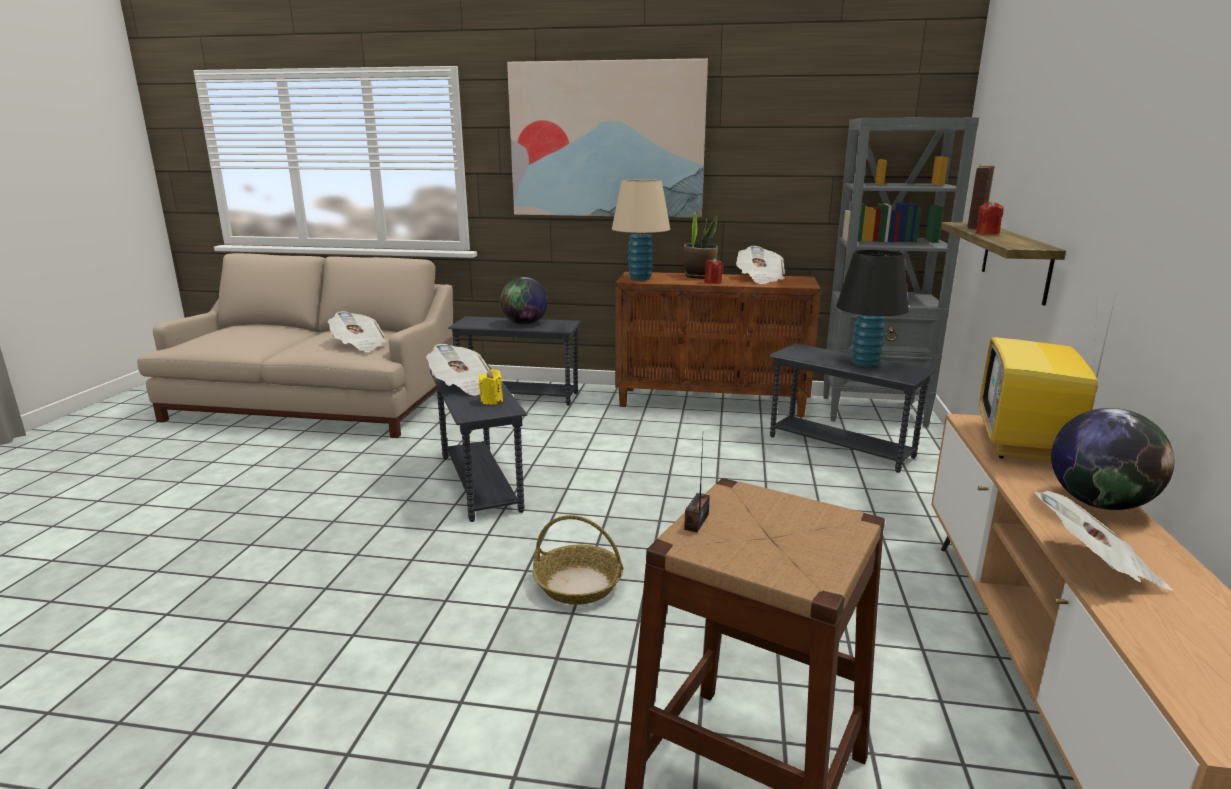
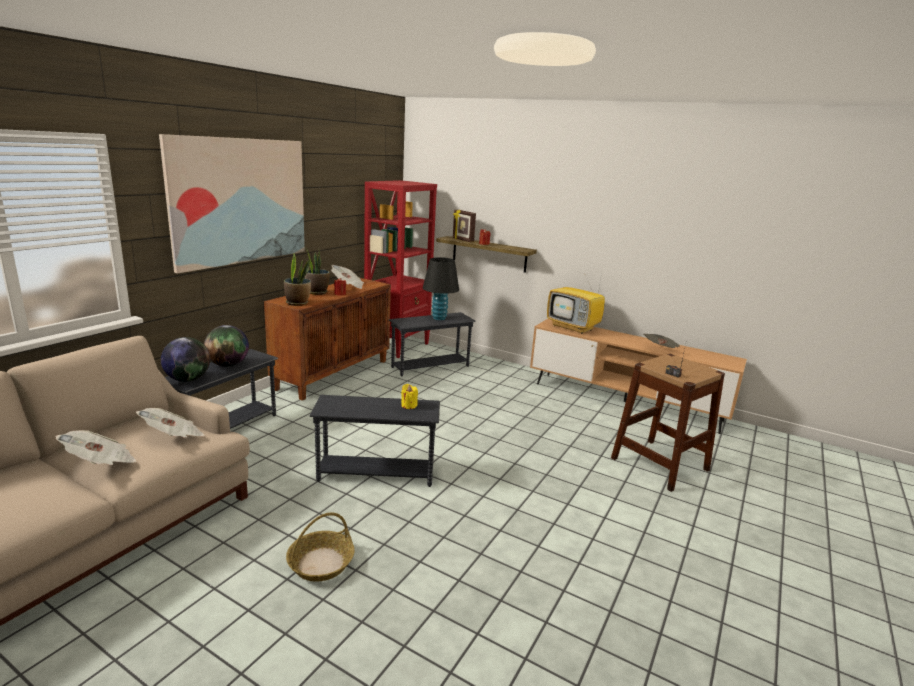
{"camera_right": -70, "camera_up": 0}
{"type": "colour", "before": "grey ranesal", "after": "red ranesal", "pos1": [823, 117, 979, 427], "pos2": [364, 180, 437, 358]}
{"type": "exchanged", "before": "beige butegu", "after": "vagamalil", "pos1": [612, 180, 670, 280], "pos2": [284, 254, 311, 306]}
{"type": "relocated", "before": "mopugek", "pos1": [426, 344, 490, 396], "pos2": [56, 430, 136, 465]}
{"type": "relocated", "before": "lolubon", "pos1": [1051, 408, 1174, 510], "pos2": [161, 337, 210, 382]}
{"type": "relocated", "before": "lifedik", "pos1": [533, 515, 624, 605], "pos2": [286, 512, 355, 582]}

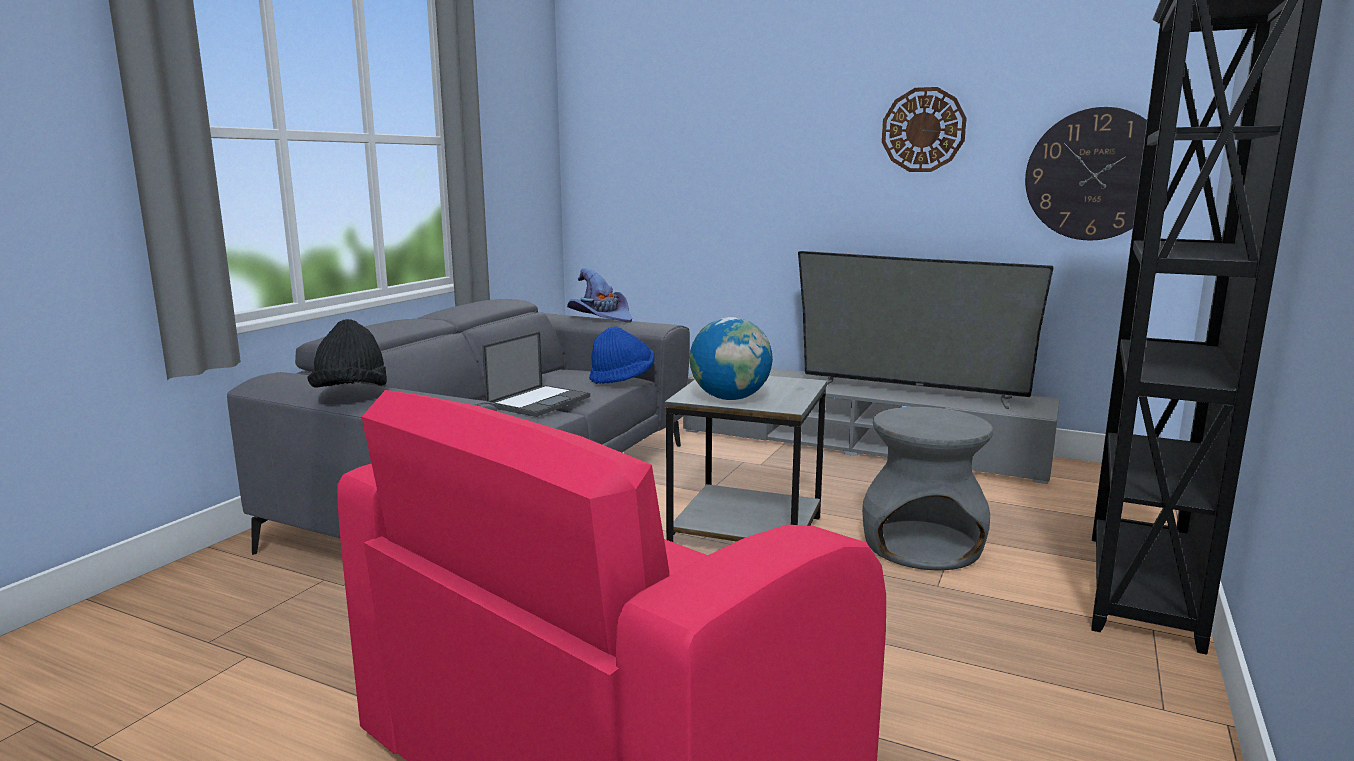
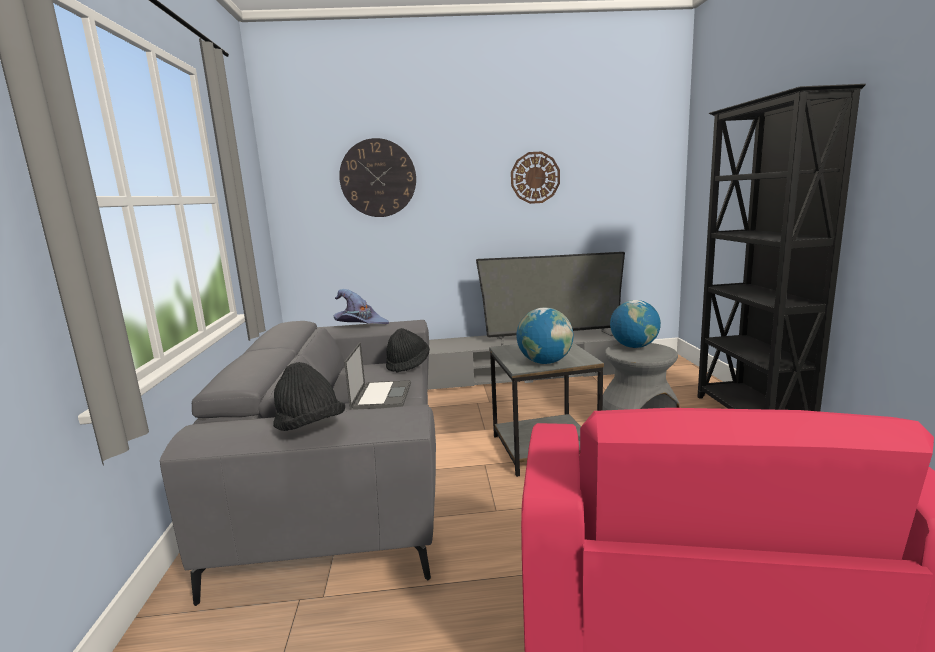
{"camera_right": -30, "camera_up": 0}
{"type": "relocated", "before": "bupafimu", "pos1": [1025, 107, 1170, 240], "pos2": [339, 138, 416, 217]}
{"type": "colour", "before": "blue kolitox", "after": "black kolitox", "pos1": [589, 326, 654, 384], "pos2": [386, 328, 430, 373]}
{"type": "appeared", "after": "lolubon", "pos2": [610, 300, 661, 348]}

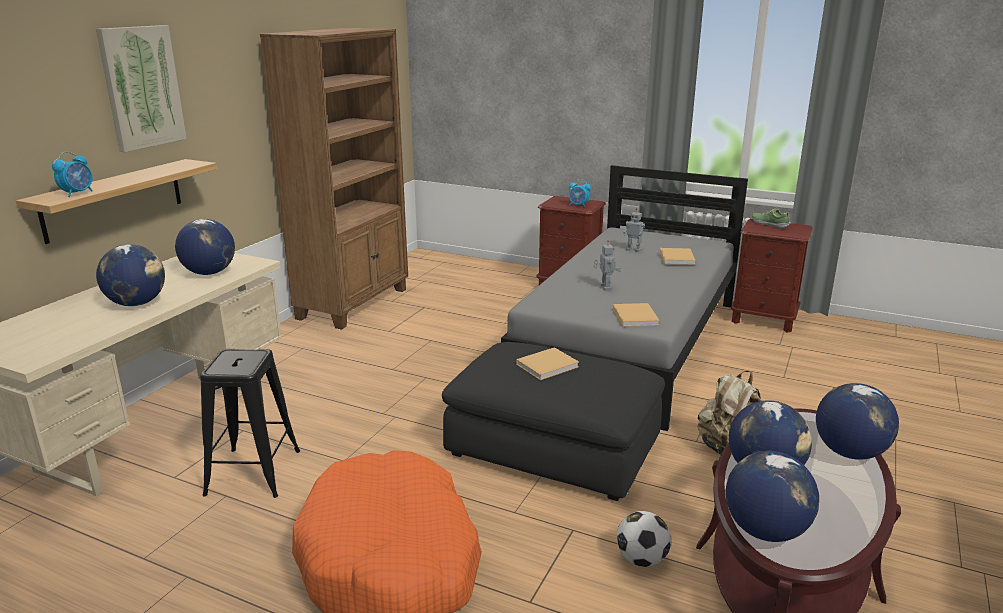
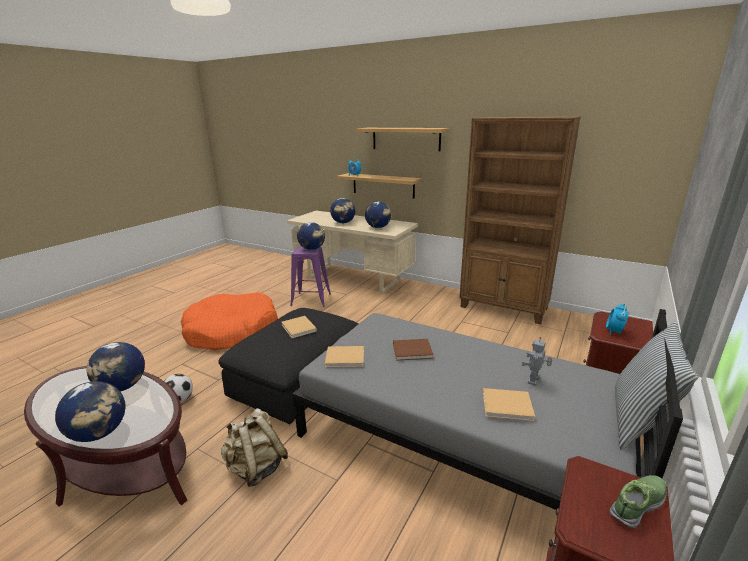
{"camera_right": 95, "camera_up": 0}
{"type": "exchanged", "before": "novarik", "after": "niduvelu", "pos1": [96, 25, 187, 152], "pos2": [356, 128, 449, 151]}
{"type": "exchanged", "before": "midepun", "after": "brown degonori", "pos1": [594, 240, 621, 290], "pos2": [393, 339, 434, 361]}
{"type": "colour", "before": "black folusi", "after": "purple folusi", "pos1": [200, 349, 300, 498], "pos2": [290, 247, 331, 307]}
{"type": "relocated", "before": "lolubon", "pos1": [726, 451, 819, 542], "pos2": [297, 222, 325, 250]}
{"type": "appeared", "after": "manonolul", "pos2": [615, 321, 698, 450]}

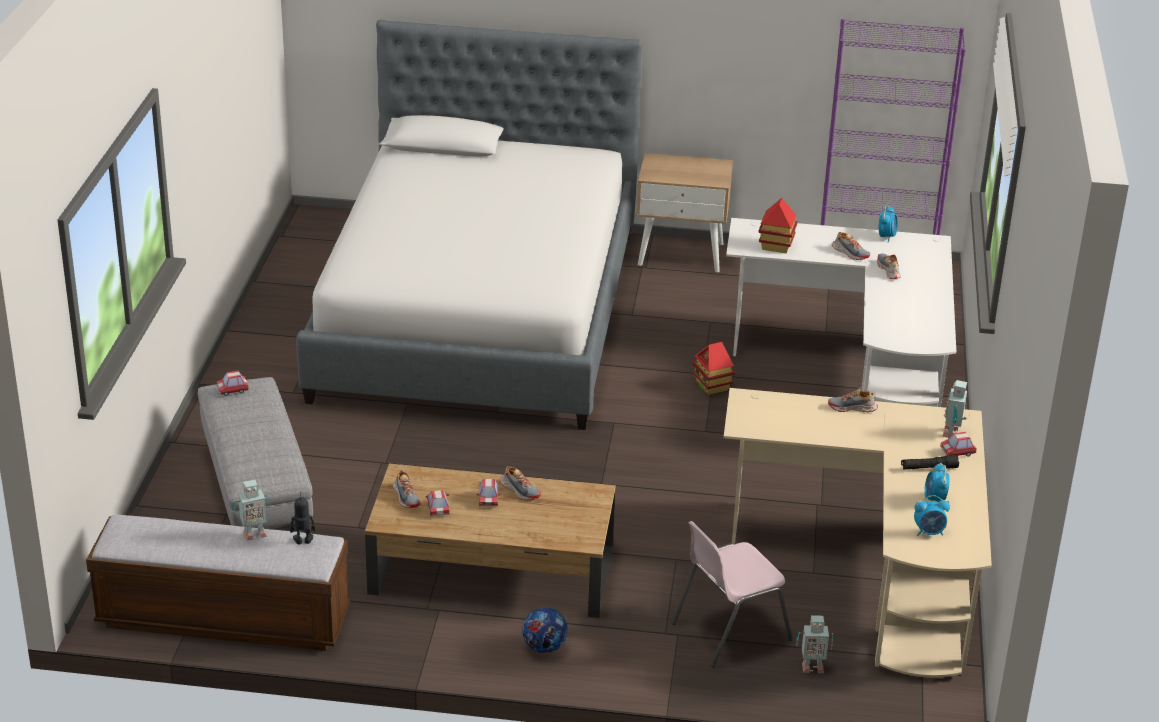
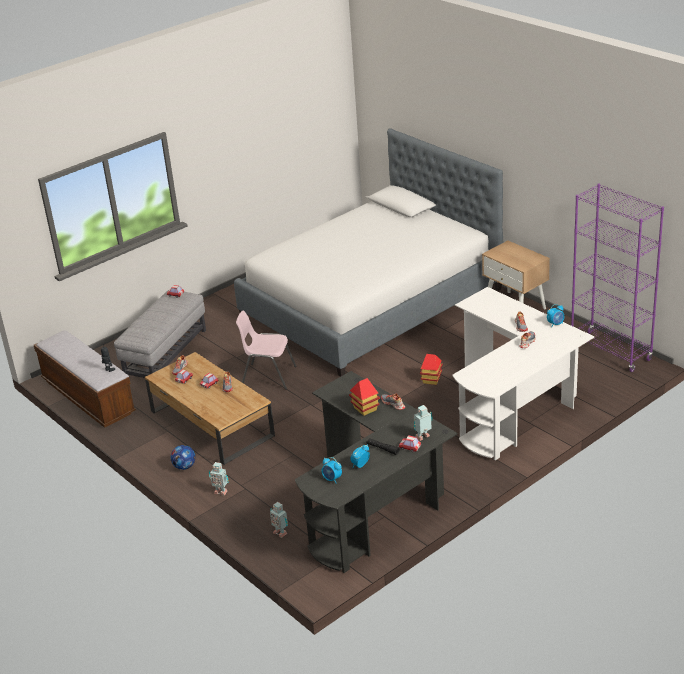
{"camera_right": 45, "camera_up": 0}
{"type": "relocated", "before": "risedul", "pos1": [758, 198, 798, 253], "pos2": [349, 378, 380, 416]}
{"type": "colour", "before": "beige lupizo", "after": "black lupizo", "pos1": [724, 388, 992, 677], "pos2": [295, 371, 457, 573]}
{"type": "relocated", "before": "midepun", "pos1": [233, 480, 270, 541], "pos2": [209, 462, 229, 496]}
{"type": "relocated", "before": "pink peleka", "pos1": [672, 521, 793, 667], "pos2": [236, 310, 296, 390]}

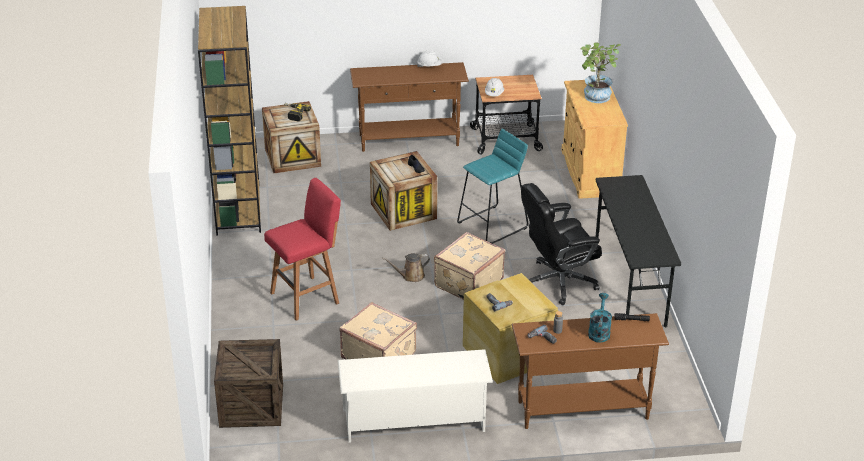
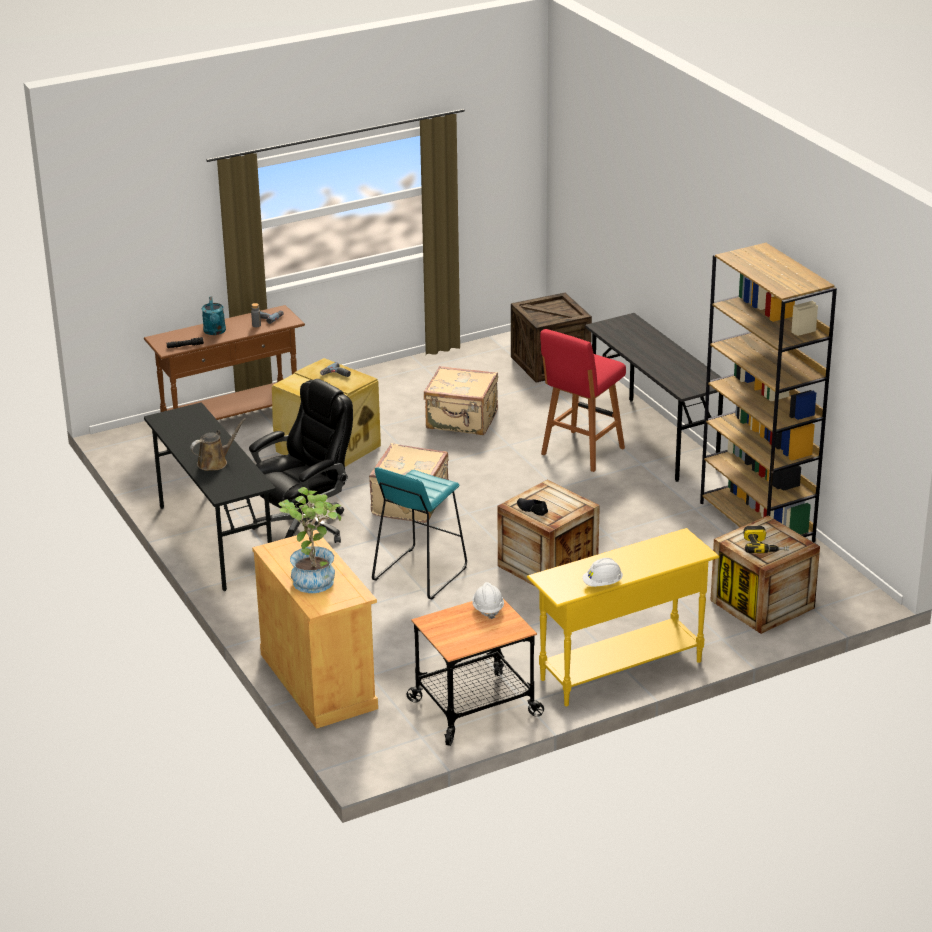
{"camera_right": 160, "camera_up": -5}
{"type": "colour", "before": "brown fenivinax", "after": "yellow fenivinax", "pos1": [350, 62, 469, 152], "pos2": [527, 528, 719, 706]}
{"type": "relocated", "before": "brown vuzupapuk", "pos1": [382, 253, 430, 282], "pos2": [190, 418, 246, 471]}
{"type": "missing", "before": "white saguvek", "pos1": [338, 349, 493, 443]}
{"type": "appeared", "after": "grey lupizo", "pos2": [585, 313, 723, 482]}

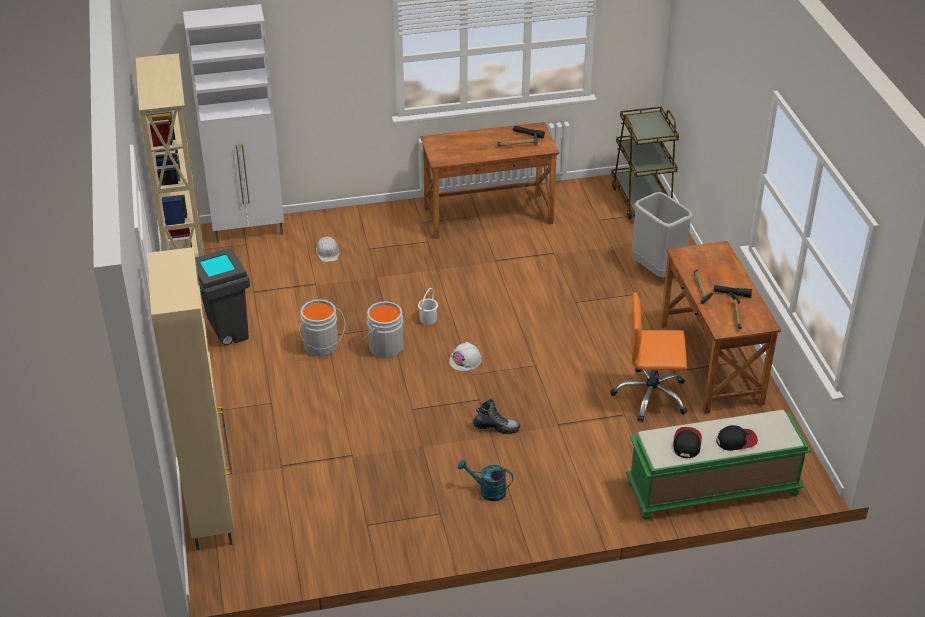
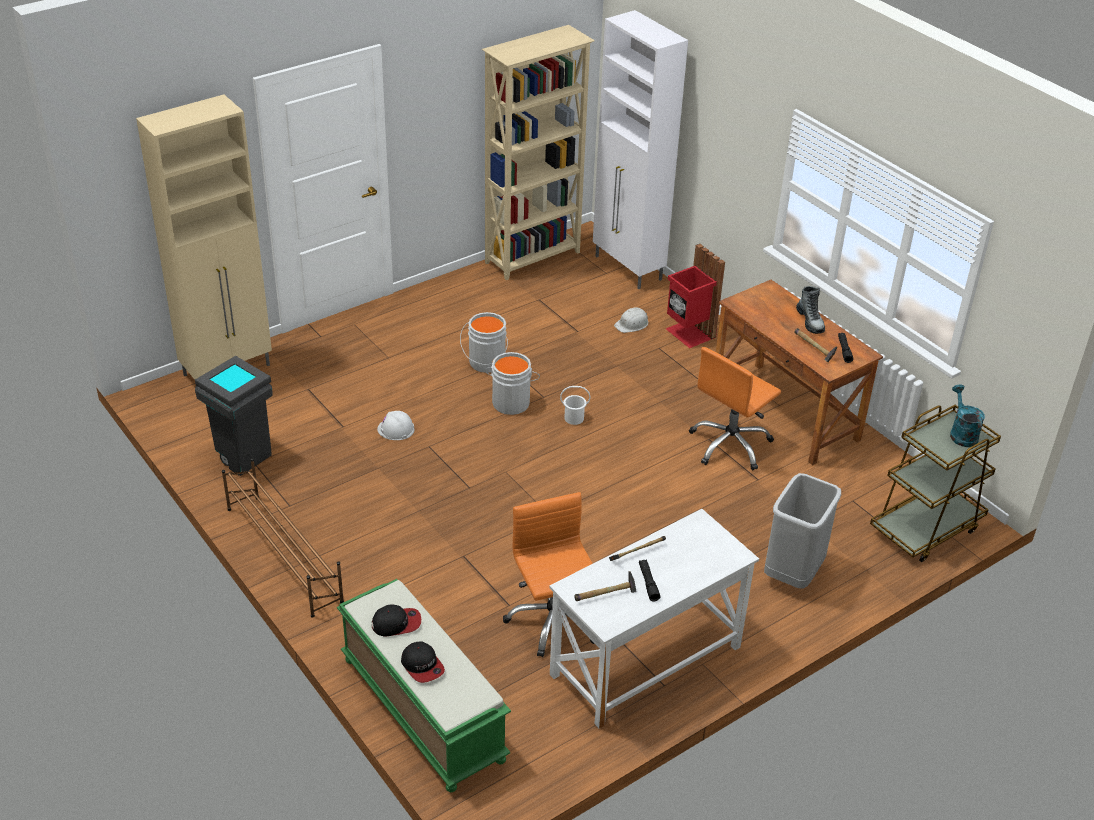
{"camera_right": 65, "camera_up": 0}
{"type": "colour", "before": "brown lupizo", "after": "white lupizo", "pos1": [660, 241, 781, 414], "pos2": [549, 509, 759, 728]}
{"type": "relocated", "before": "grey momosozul", "pos1": [195, 247, 250, 345], "pos2": [195, 356, 273, 476]}
{"type": "relocated", "before": "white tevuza", "pos1": [449, 342, 482, 371], "pos2": [377, 411, 414, 440]}
{"type": "relocated", "before": "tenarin", "pos1": [473, 399, 520, 434], "pos2": [796, 286, 825, 334]}
{"type": "relocated", "before": "turquoise vuzupapuk", "pos1": [458, 460, 513, 501], "pos2": [950, 385, 985, 447]}
{"type": "appeared", "after": "red momosozul", "pos2": [666, 244, 725, 348]}
{"type": "appeared", "after": "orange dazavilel", "pos2": [689, 347, 781, 470]}
{"type": "appeared", "after": "brown saguvek", "pos2": [222, 458, 344, 618]}

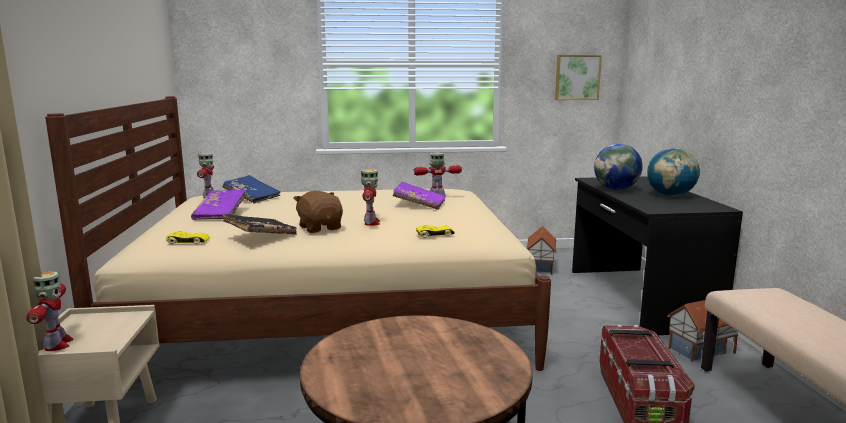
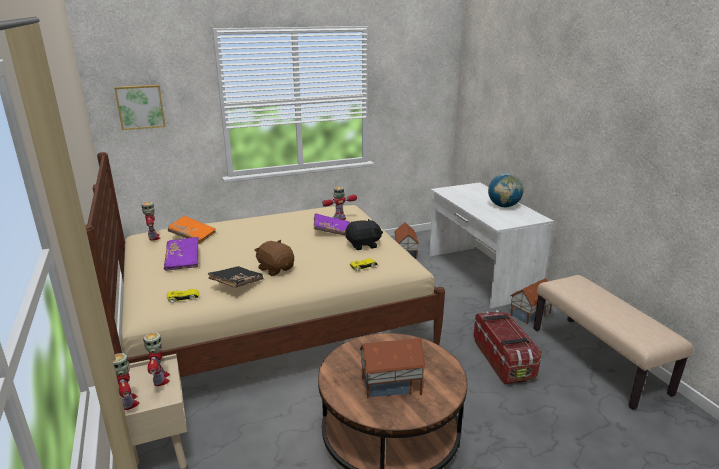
{"camera_right": -15, "camera_up": 10}
{"type": "relocated", "before": "novarik", "pos1": [555, 55, 602, 100], "pos2": [114, 85, 166, 130]}
{"type": "missing", "before": "lolubon", "pos1": [594, 144, 643, 190]}
{"type": "relocated", "before": "midepun", "pos1": [361, 169, 380, 226], "pos2": [143, 332, 170, 386]}
{"type": "colour", "before": "blue degonori", "after": "orange degonori", "pos1": [223, 175, 281, 204], "pos2": [168, 216, 216, 244]}
{"type": "colour", "before": "black lupizo", "after": "white lupizo", "pos1": [572, 176, 743, 335], "pos2": [429, 182, 554, 308]}
{"type": "appeared", "after": "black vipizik", "pos2": [345, 219, 383, 250]}
{"type": "appeared", "after": "risedul", "pos2": [359, 338, 427, 398]}

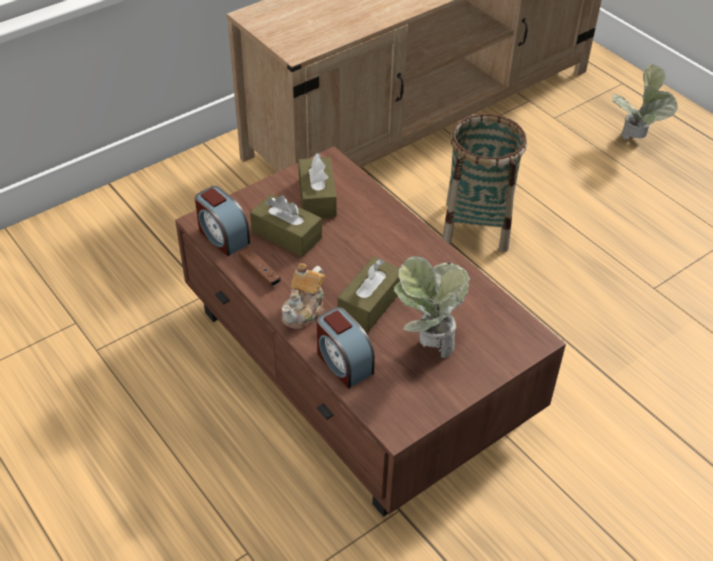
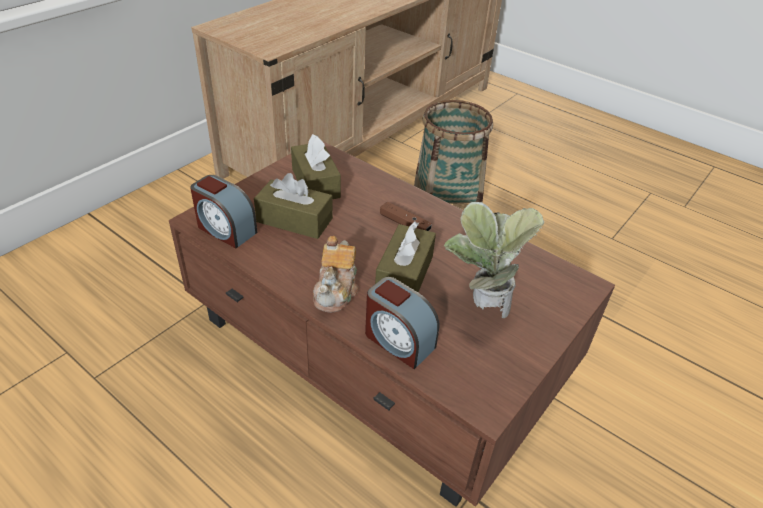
{"camera_right": -15, "camera_up": -5}
{"type": "missing", "before": "vagamalil", "pos1": [612, 64, 678, 140]}
{"type": "relocated", "before": "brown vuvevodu", "pos1": [239, 247, 281, 287], "pos2": [380, 202, 432, 231]}

